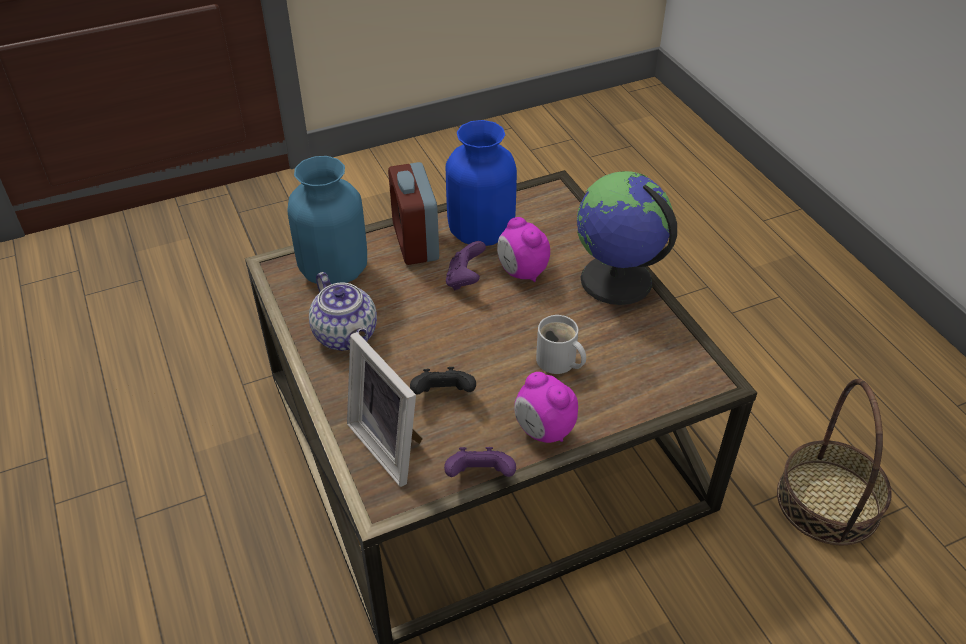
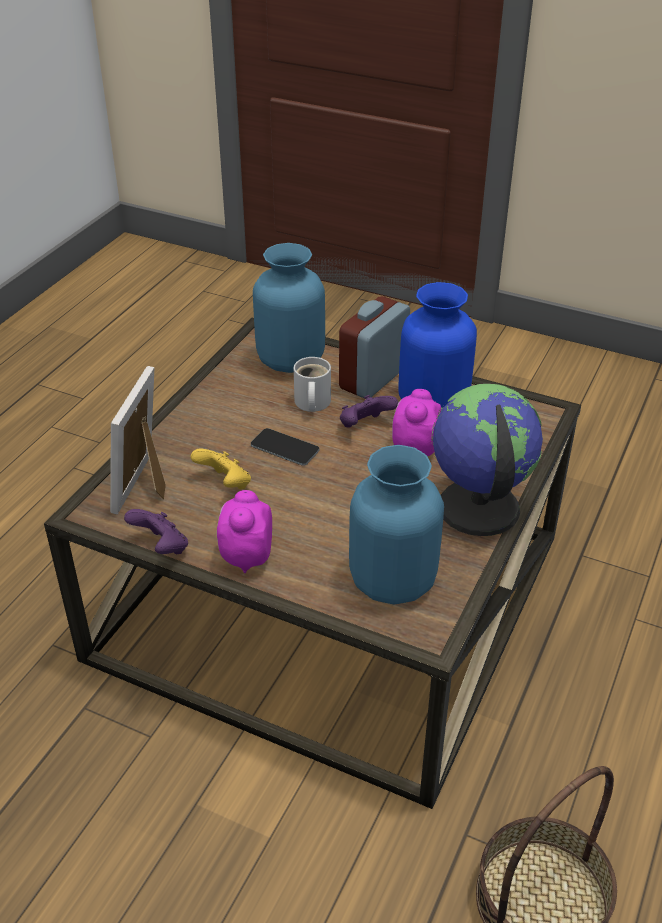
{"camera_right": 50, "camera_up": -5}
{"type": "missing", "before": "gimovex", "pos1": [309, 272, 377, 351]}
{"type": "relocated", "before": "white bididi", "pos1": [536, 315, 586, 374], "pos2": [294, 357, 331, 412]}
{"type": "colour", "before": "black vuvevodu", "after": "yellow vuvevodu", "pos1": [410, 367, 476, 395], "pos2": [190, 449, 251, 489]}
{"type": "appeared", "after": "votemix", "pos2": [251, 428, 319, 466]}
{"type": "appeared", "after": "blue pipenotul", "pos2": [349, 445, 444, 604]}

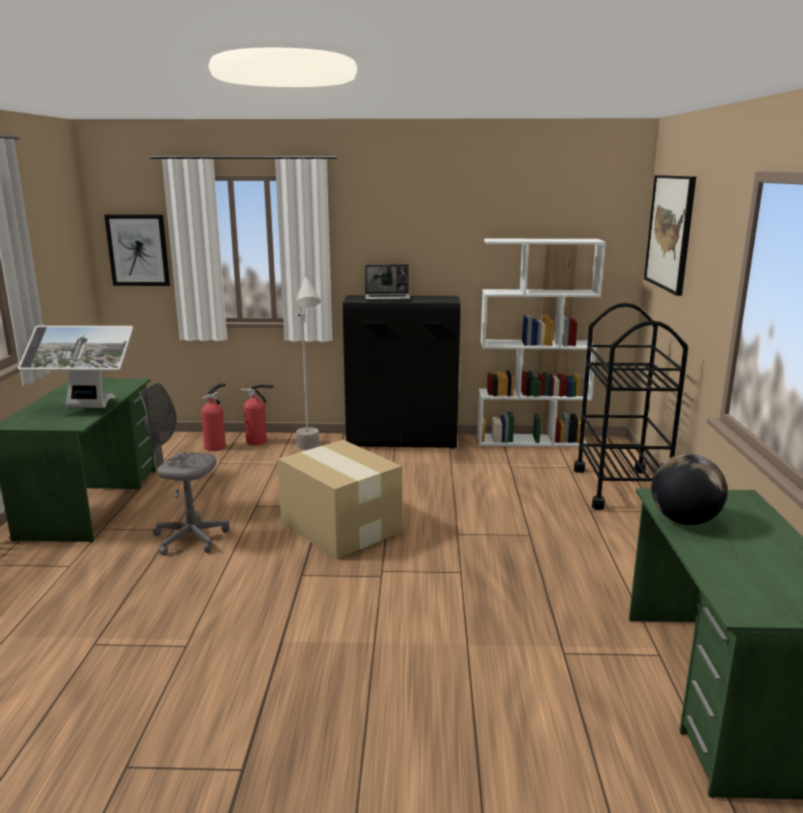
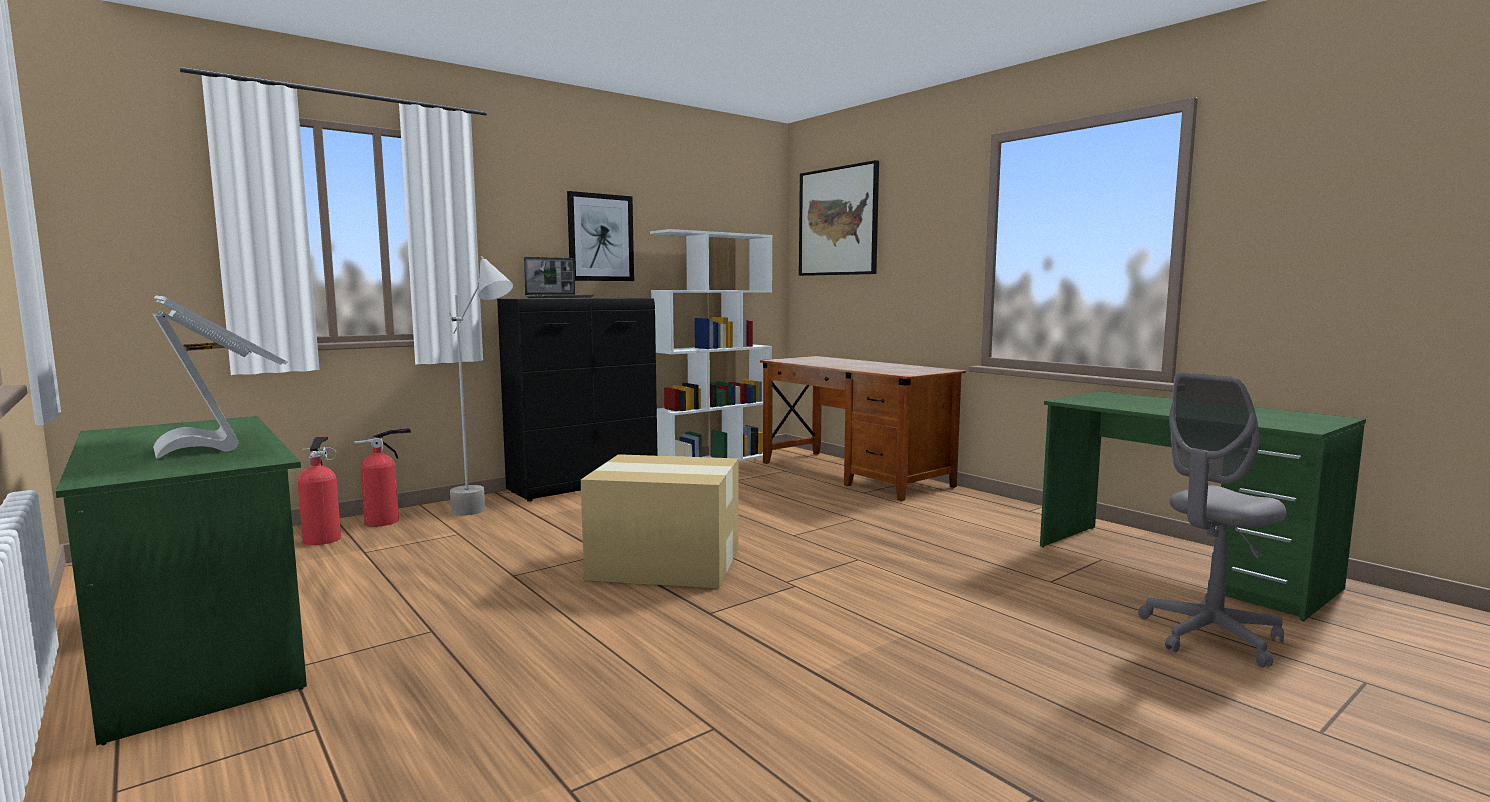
{"camera_right": -40, "camera_up": -10}
{"type": "relocated", "before": "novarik", "pos1": [104, 214, 170, 286], "pos2": [567, 191, 634, 281]}
{"type": "exchanged", "before": "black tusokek", "after": "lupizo", "pos1": [574, 303, 688, 510], "pos2": [760, 356, 966, 501]}
{"type": "spun", "before": "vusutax", "pos1": [18, 326, 133, 408], "pos2": [153, 295, 287, 459], "turn": -90}
{"type": "relocated", "before": "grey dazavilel", "pos1": [140, 383, 230, 556], "pos2": [1138, 372, 1286, 667]}
{"type": "missing", "before": "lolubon", "pos1": [651, 454, 727, 525]}

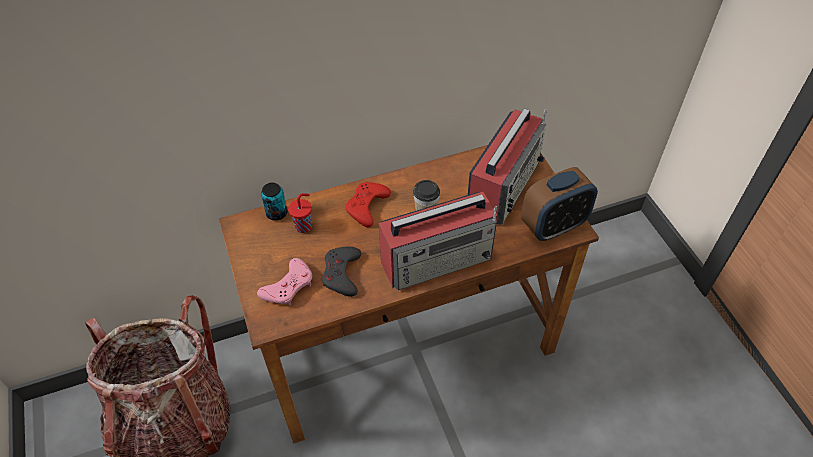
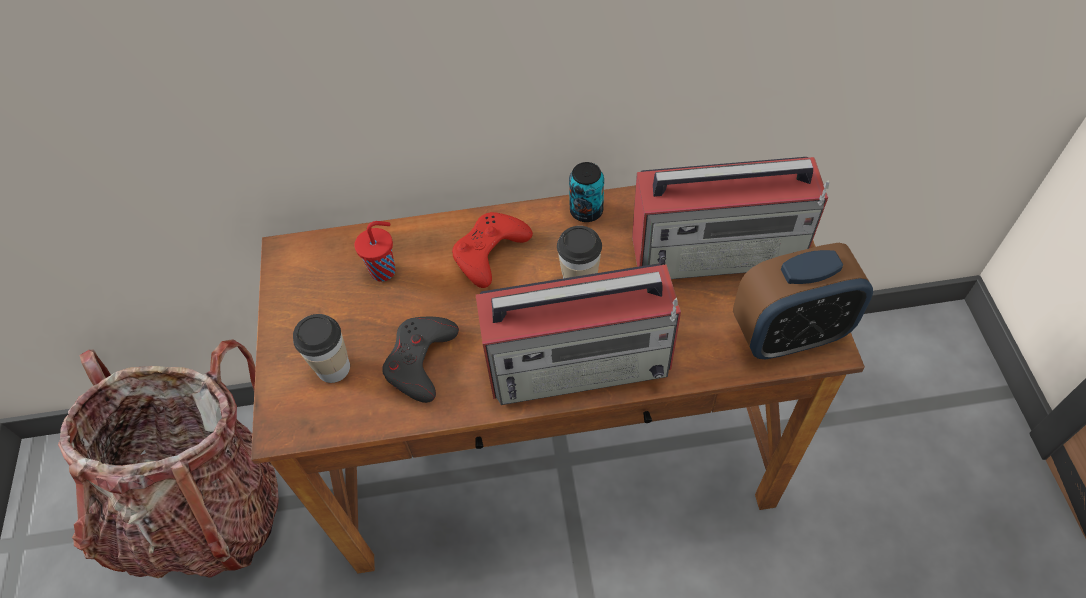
{"camera_right": 15, "camera_up": 5}
{"type": "spun", "before": "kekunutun", "pos1": [468, 109, 547, 225], "pos2": [632, 157, 829, 279], "turn": 45}
{"type": "relocated", "before": "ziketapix", "pos1": [261, 183, 288, 221], "pos2": [569, 162, 604, 222]}
{"type": "exchanged", "before": "pink vuvevodu", "after": "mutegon", "pos1": [257, 258, 312, 305], "pos2": [293, 314, 350, 383]}

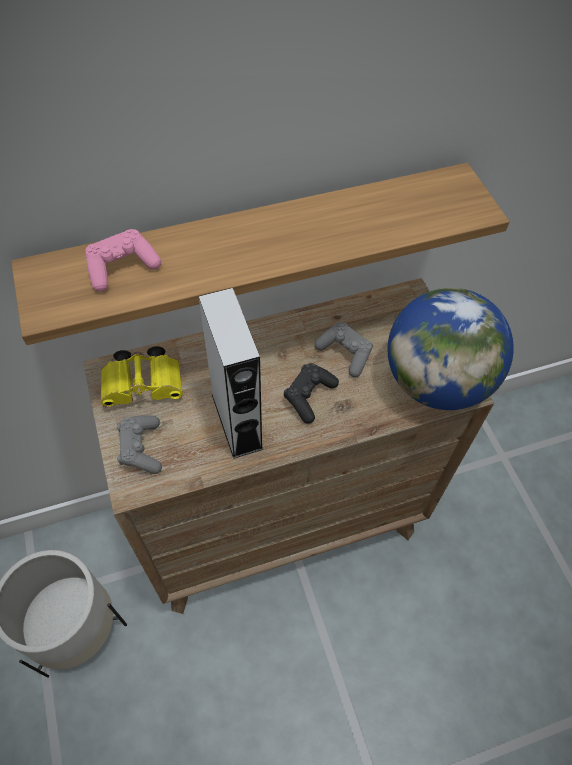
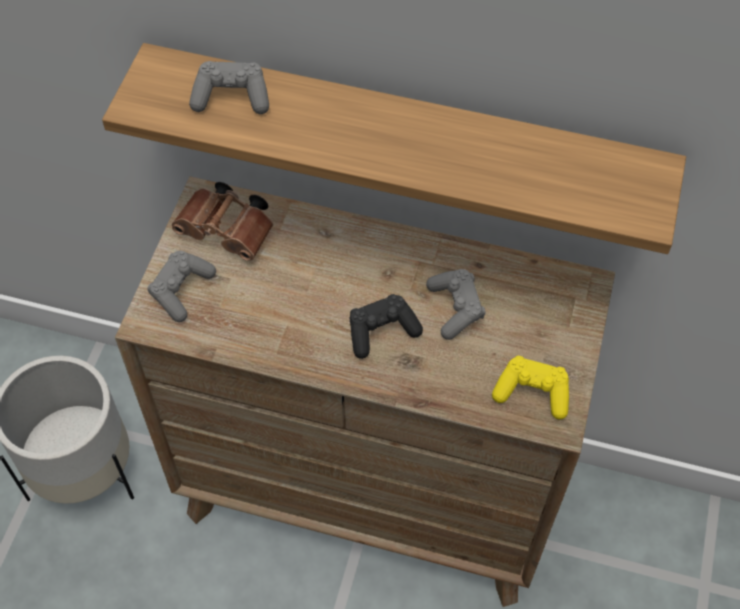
{"camera_right": 35, "camera_up": 0}
{"type": "colour", "before": "pink vuvevodu", "after": "grey vuvevodu", "pos1": [85, 229, 161, 292], "pos2": [189, 61, 269, 114]}
{"type": "missing", "before": "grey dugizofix", "pos1": [198, 288, 263, 459]}
{"type": "exchanged", "before": "lolubon", "after": "yellow vuvevodu", "pos1": [388, 288, 514, 410], "pos2": [492, 356, 569, 420]}
{"type": "colour", "before": "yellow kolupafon", "after": "brown kolupafon", "pos1": [100, 346, 183, 408], "pos2": [172, 182, 273, 261]}

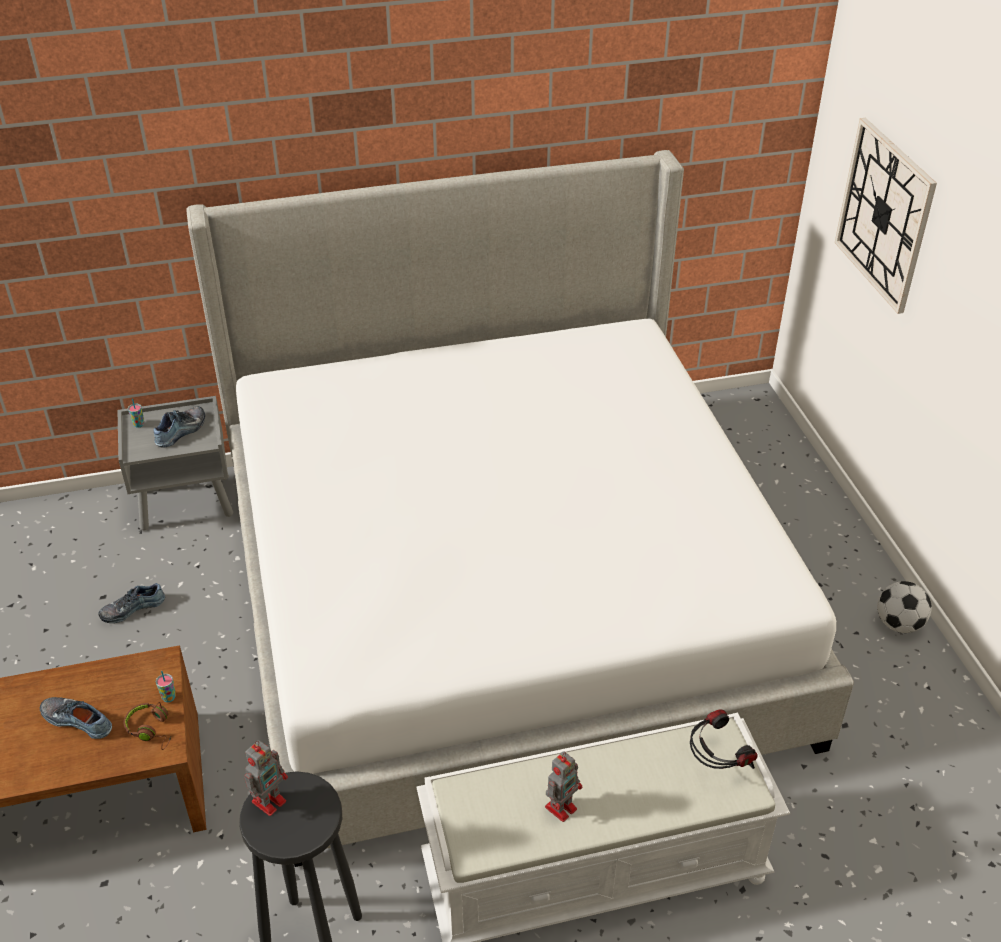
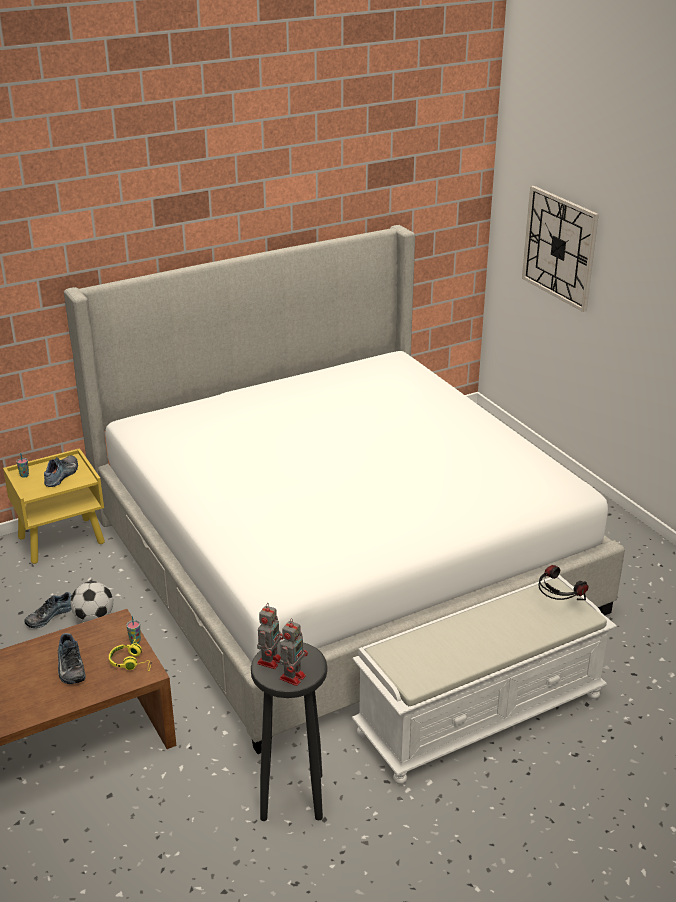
{"camera_right": -15, "camera_up": -10}
{"type": "colour", "before": "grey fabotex", "after": "yellow fabotex", "pos1": [117, 396, 233, 530], "pos2": [3, 448, 105, 564]}
{"type": "relocated", "before": "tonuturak", "pos1": [877, 581, 932, 633], "pos2": [71, 581, 113, 622]}
{"type": "spun", "before": "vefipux", "pos1": [40, 697, 112, 739], "pos2": [58, 633, 86, 684], "turn": -120}
{"type": "colour", "before": "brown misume", "after": "yellow misume", "pos1": [123, 702, 171, 750], "pos2": [109, 639, 152, 670]}
{"type": "relocated", "before": "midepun", "pos1": [545, 751, 582, 822], "pos2": [280, 618, 308, 686]}

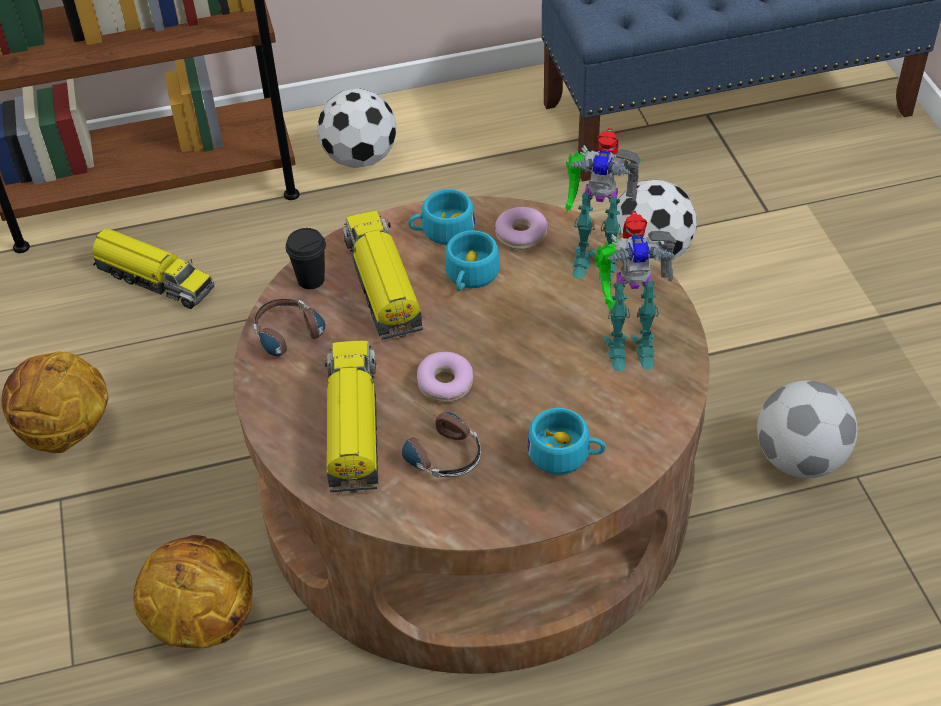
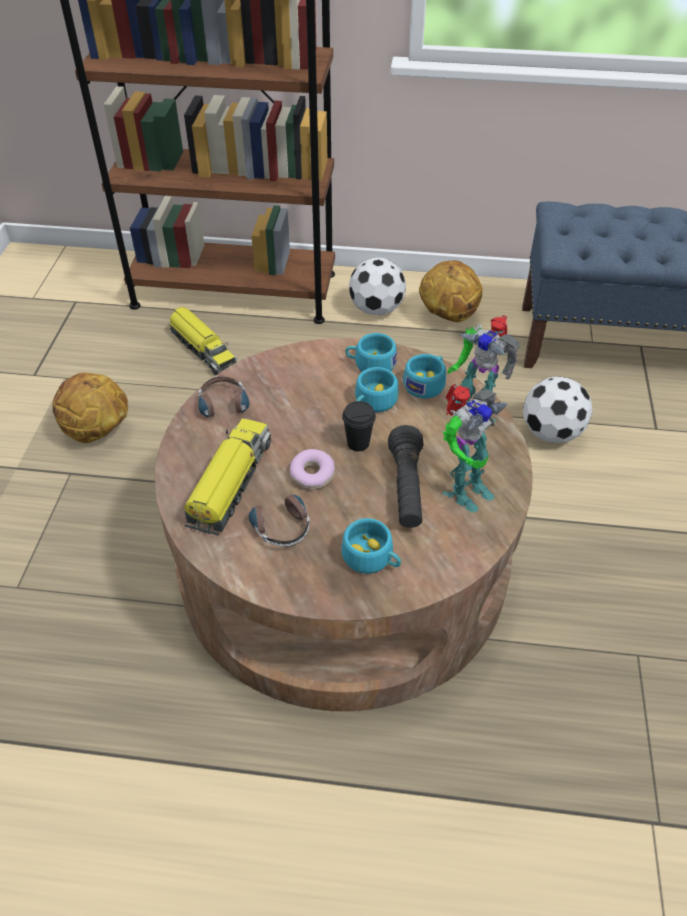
{"camera_right": 20, "camera_up": 0}
{"type": "exchanged", "before": "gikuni", "after": "turquoise mutegon", "pos1": [495, 207, 548, 250], "pos2": [403, 354, 446, 398]}
{"type": "spun", "before": "midepun", "pos1": [594, 210, 676, 372], "pos2": [442, 384, 508, 512], "turn": -60}
{"type": "missing", "before": "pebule", "pos1": [342, 211, 423, 340]}
{"type": "relocated", "before": "black mutegon", "pos1": [286, 228, 326, 289], "pos2": [342, 401, 376, 451]}
{"type": "missing", "before": "tonuturak", "pos1": [757, 380, 858, 478]}
{"type": "relocated", "before": "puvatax", "pos1": [134, 535, 253, 648], "pos2": [419, 260, 483, 322]}
{"type": "appeared", "after": "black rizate", "pos2": [388, 425, 423, 528]}

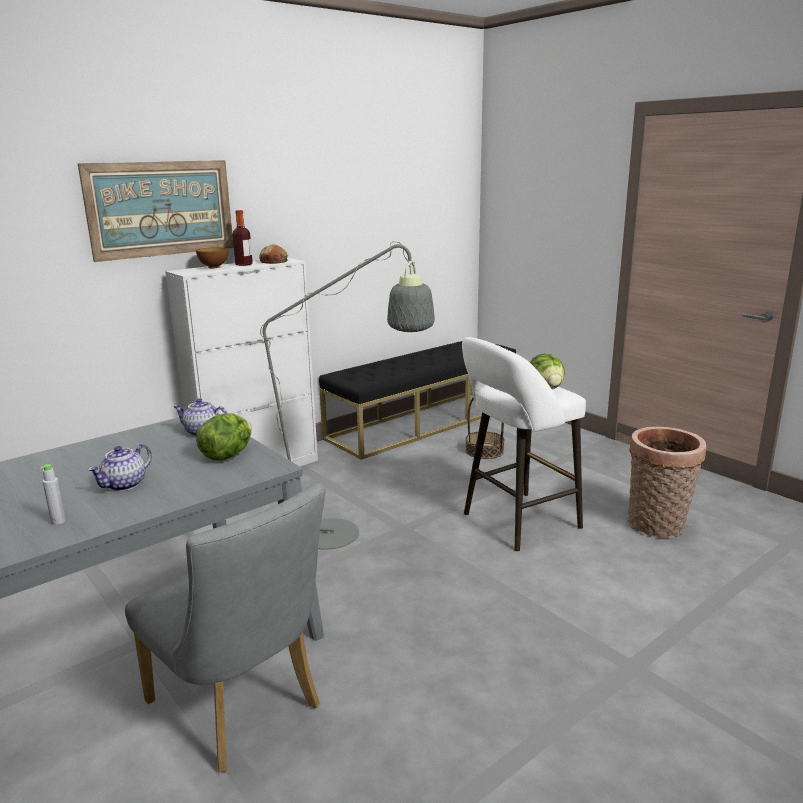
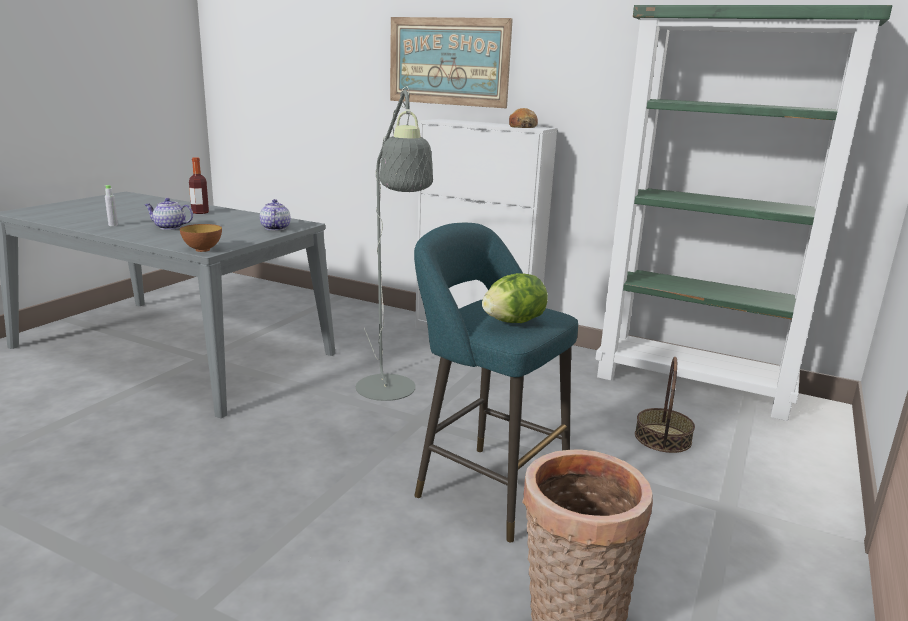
{"camera_right": 65, "camera_up": 0}
{"type": "relocated", "before": "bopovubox", "pos1": [232, 210, 253, 266], "pos2": [189, 157, 209, 214]}
{"type": "relocated", "before": "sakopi", "pos1": [196, 247, 229, 268], "pos2": [180, 224, 222, 252]}
{"type": "colour", "before": "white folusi", "after": "turquoise folusi", "pos1": [462, 337, 586, 551], "pos2": [414, 223, 578, 542]}
{"type": "exchanged", "before": "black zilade", "after": "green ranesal", "pos1": [319, 341, 516, 460], "pos2": [595, 5, 892, 421]}
{"type": "missing", "before": "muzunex", "pos1": [196, 413, 252, 460]}
{"type": "missing", "before": "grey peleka", "pos1": [125, 483, 325, 773]}

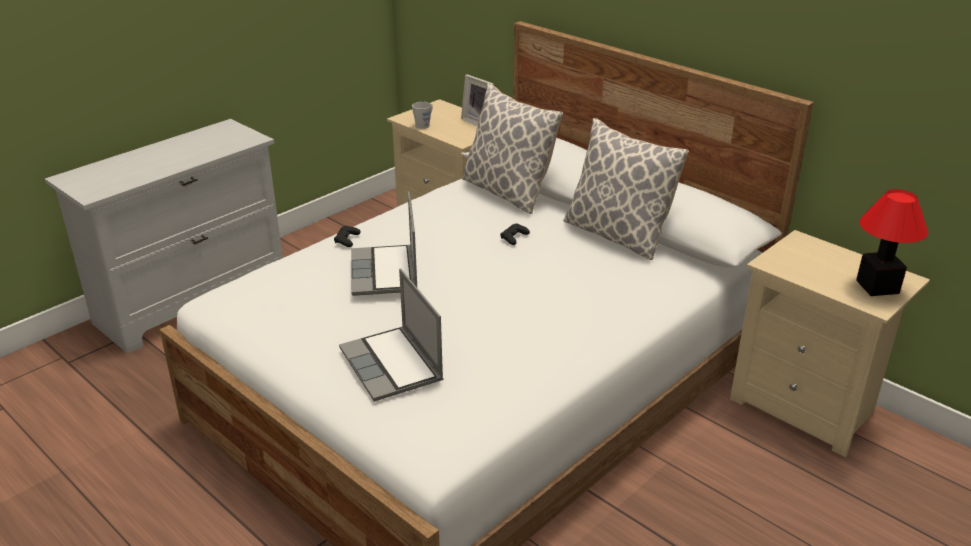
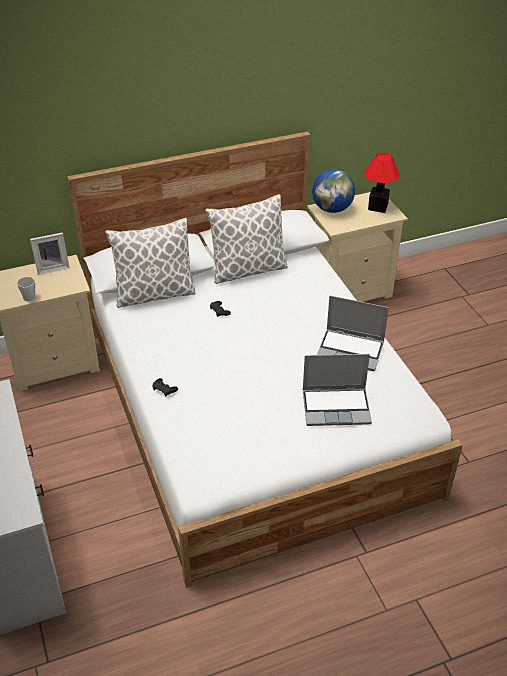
{"camera_right": -65, "camera_up": 10}
{"type": "relocated", "before": "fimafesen", "pos1": [351, 191, 417, 296], "pos2": [317, 296, 389, 371]}
{"type": "appeared", "after": "lolubon", "pos2": [312, 169, 355, 213]}

